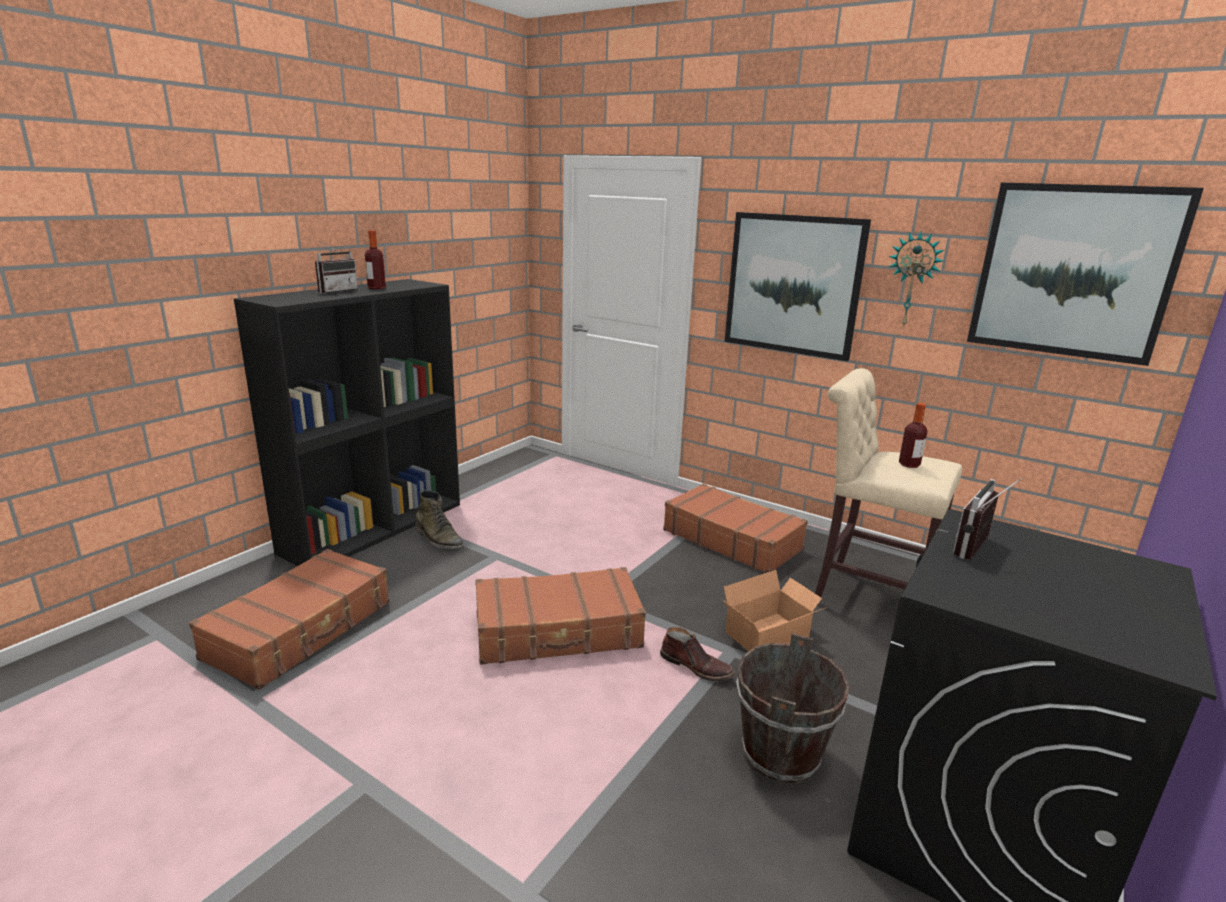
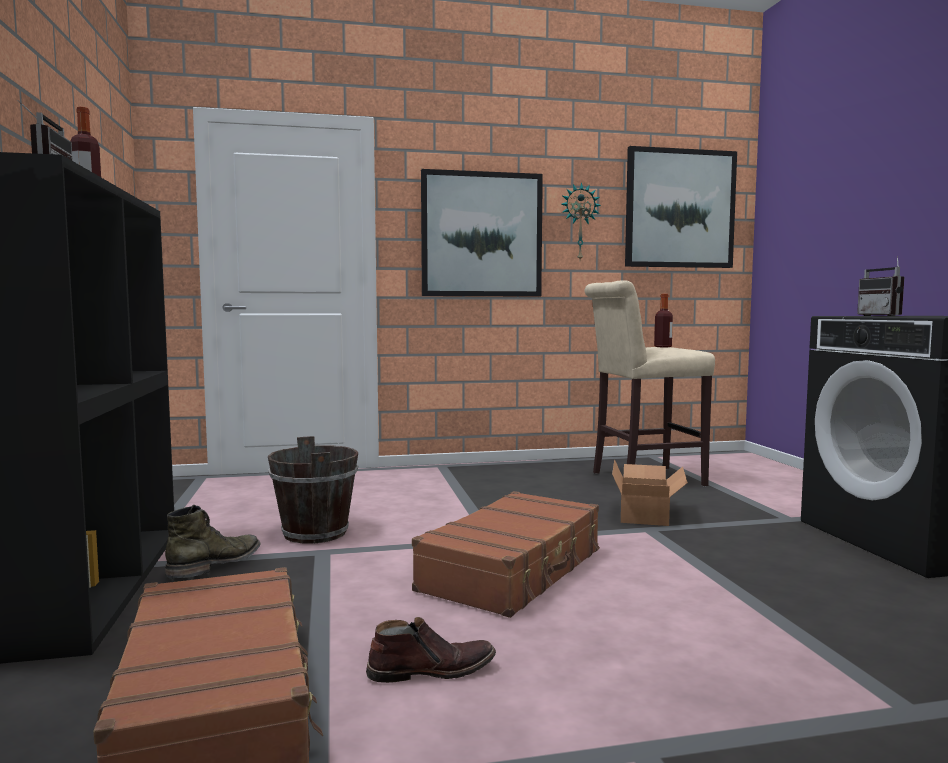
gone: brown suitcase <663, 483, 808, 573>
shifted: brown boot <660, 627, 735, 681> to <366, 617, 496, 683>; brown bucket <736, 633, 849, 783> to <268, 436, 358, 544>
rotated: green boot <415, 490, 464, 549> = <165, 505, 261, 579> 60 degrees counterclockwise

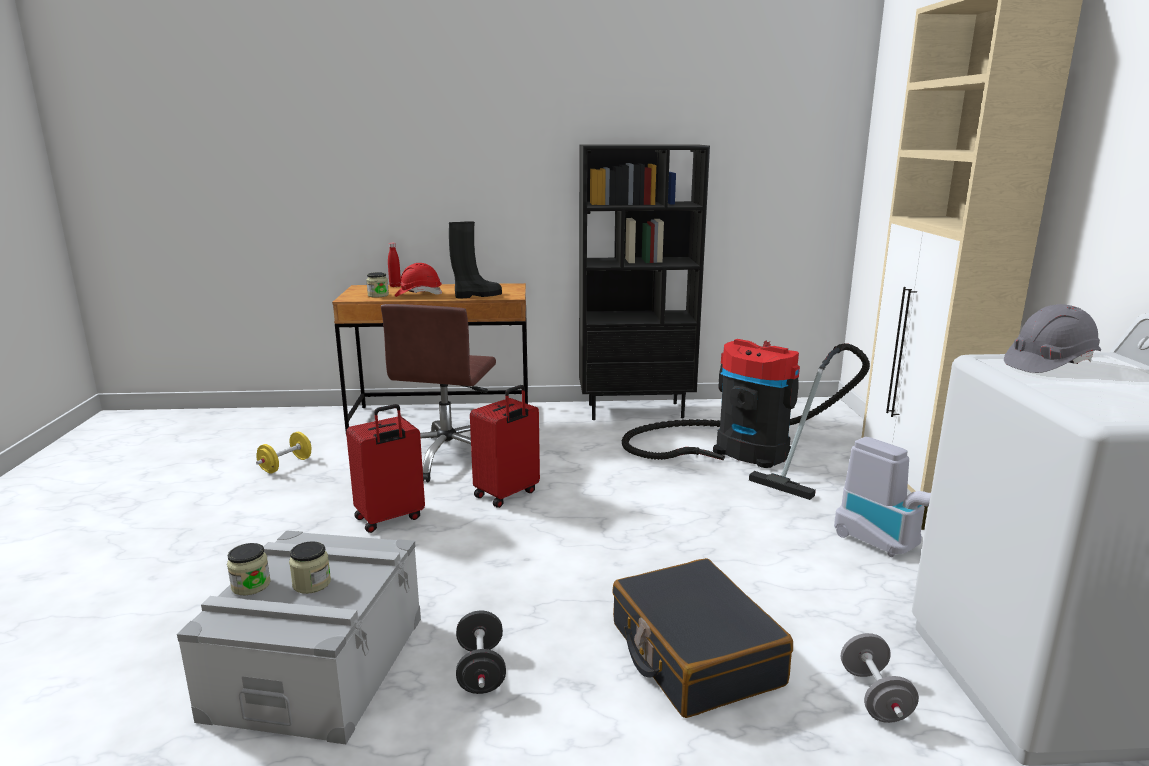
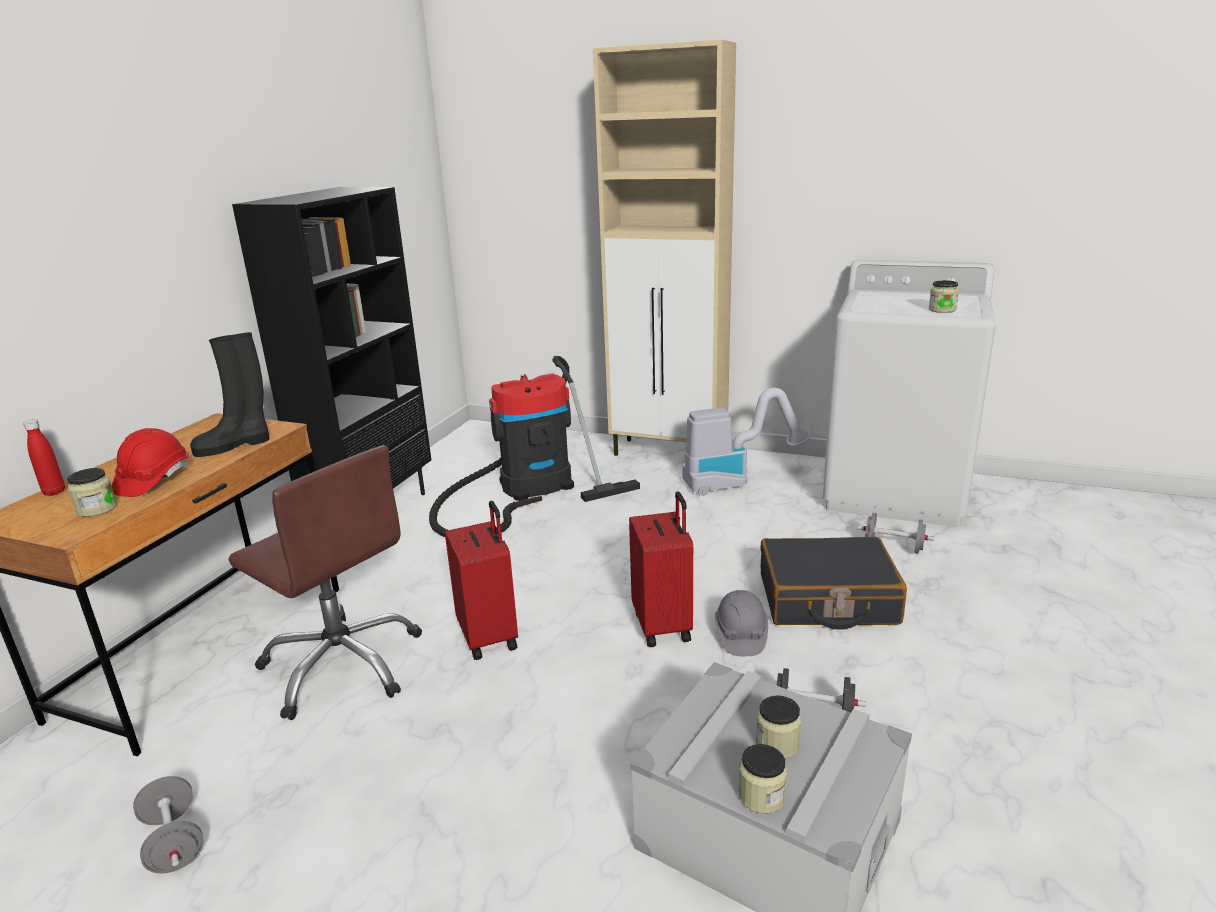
new: jar <929, 280, 959, 313>
shifted: red suitcase <346, 404, 425, 533> to <629, 491, 693, 647>; grey hard hat <1004, 304, 1101, 373> to <715, 590, 768, 656>
repainted: yellow dumbbell <256, 432, 312, 474> to grey dumbbell <133, 776, 204, 874>
rotated: black boot <449, 221, 502, 298> = <190, 332, 269, 457> 120 degrees counterclockwise

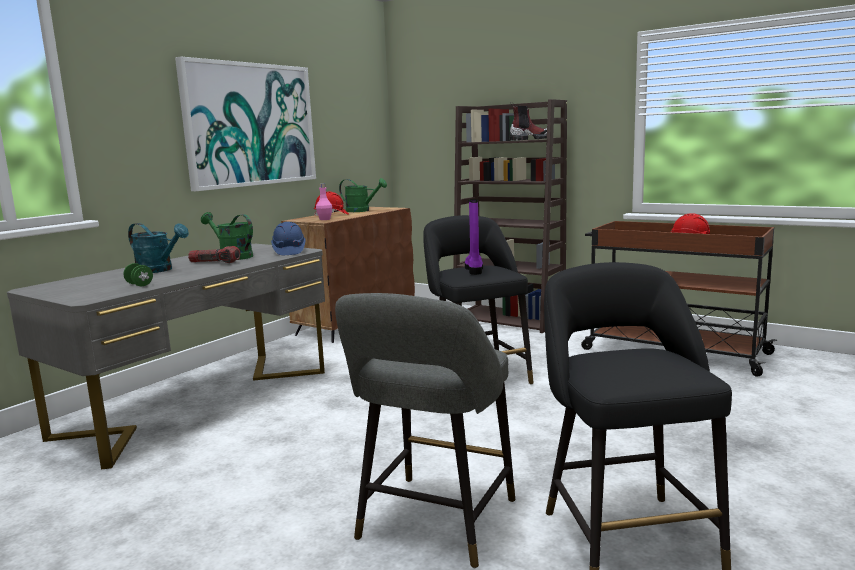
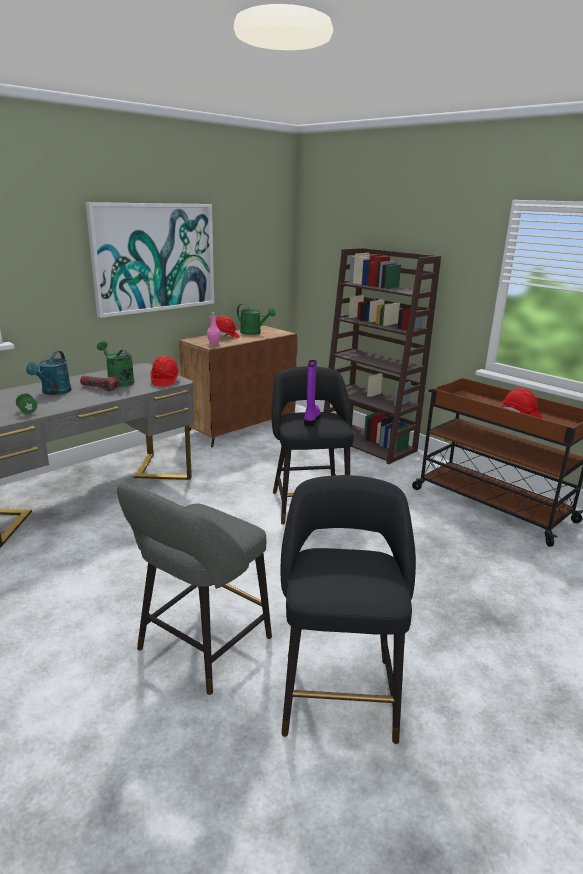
gone: boot <510, 104, 547, 140>
repainted: blue hard hat <271, 222, 306, 255> to red hard hat <150, 356, 180, 386>
rotated: turquoise watering can <128, 223, 189, 273> = <26, 351, 71, 395> 60 degrees clockwise

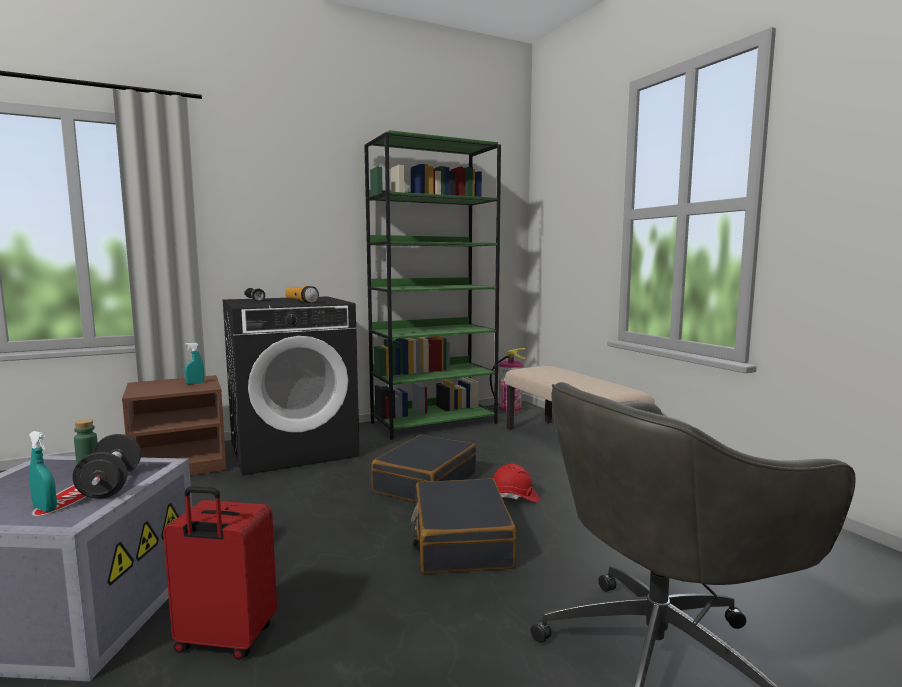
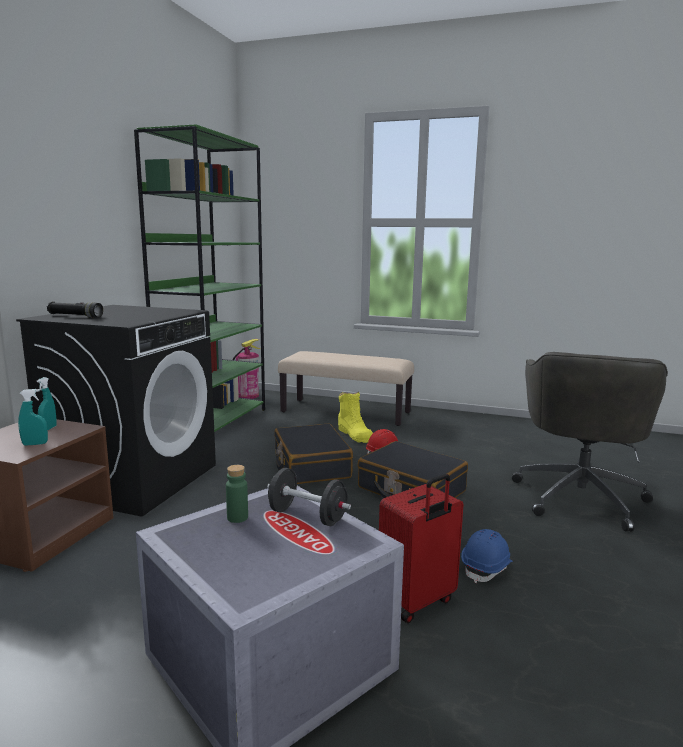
gone: flashlight <285, 286, 319, 303>
new: yellow boot <338, 392, 373, 443>; blue hard hat <461, 529, 513, 583>
shifted: turquoise spray bottle <29, 431, 57, 512> to <18, 389, 48, 446>

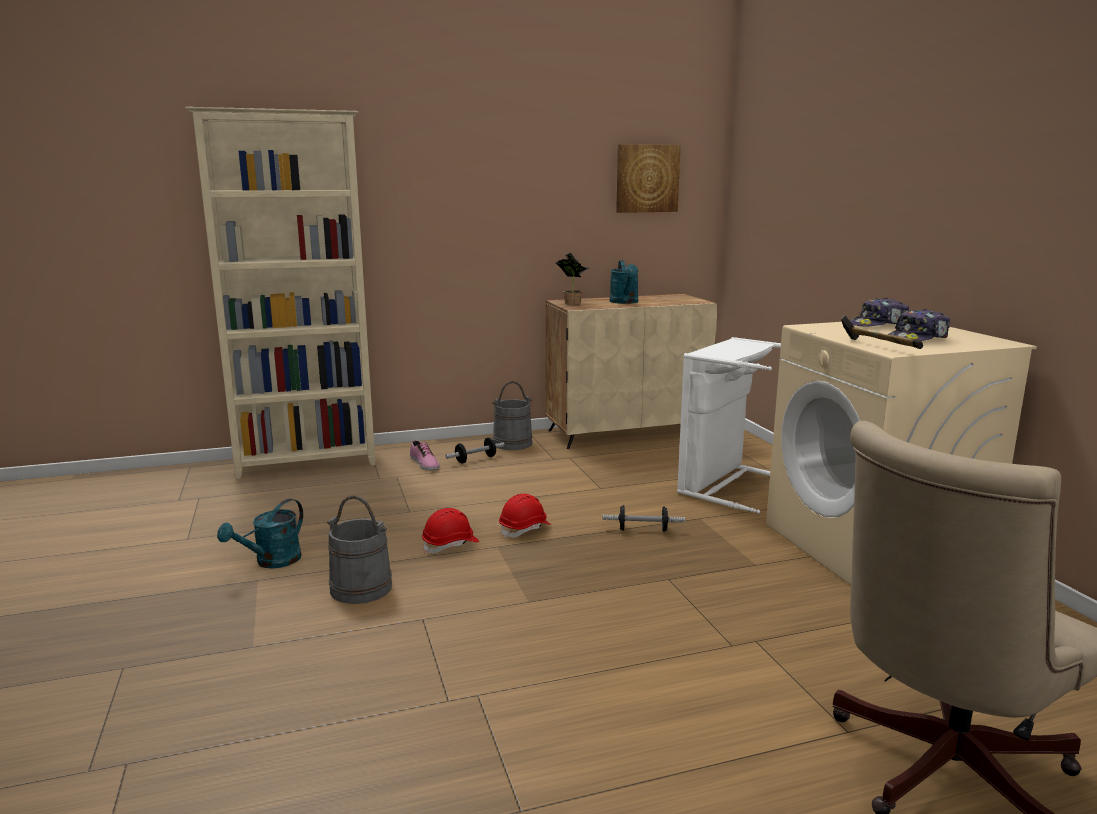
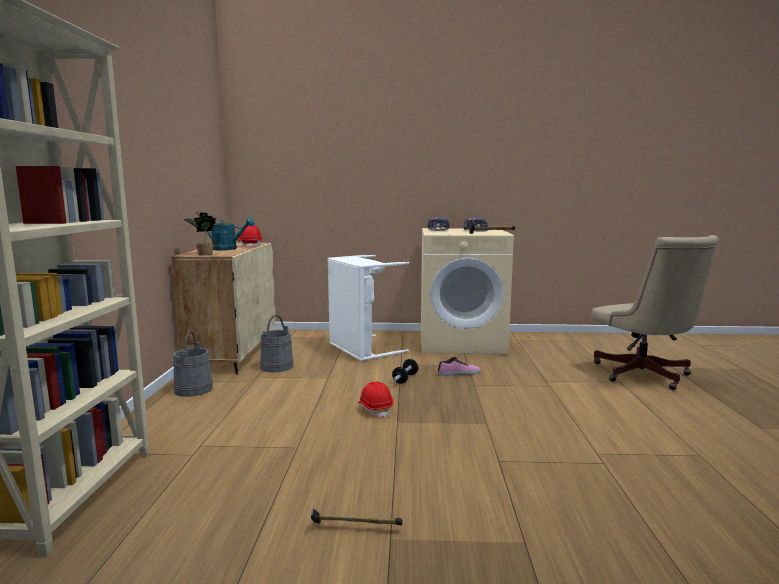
gone: dumbbell <445, 438, 505, 464>; picture <616, 144, 681, 213>
shifted: grey bucket <327, 495, 392, 604> to <260, 315, 293, 372>; shoe <410, 440, 440, 471> to <438, 357, 480, 376>; red hard hat <422, 508, 479, 554> to <238, 225, 263, 248>
swapped: turquoise watering can <217, 499, 303, 568> to hammer <311, 508, 402, 525>

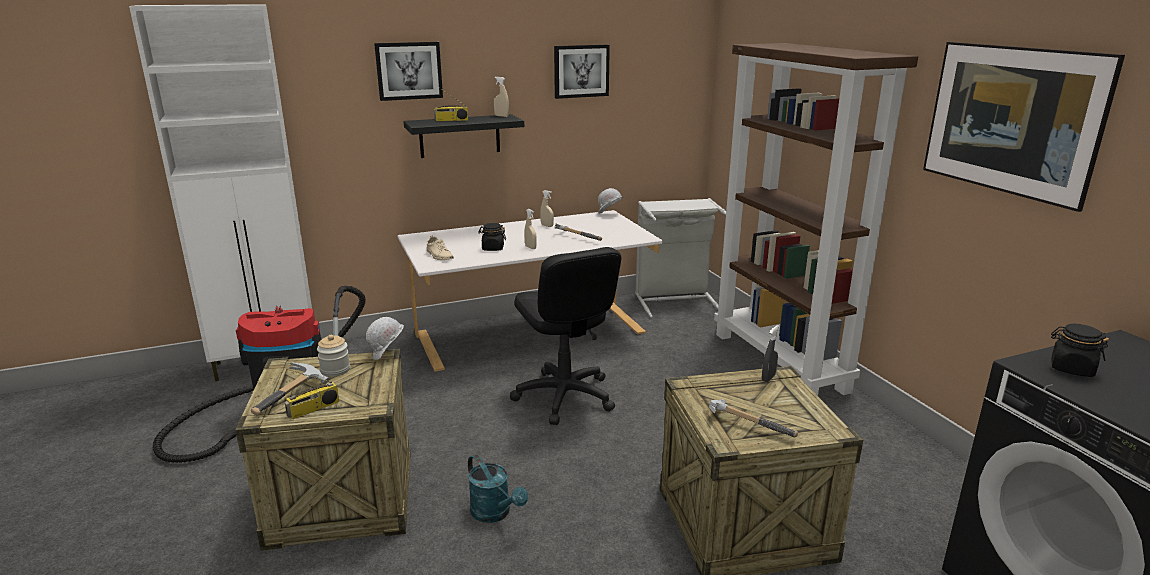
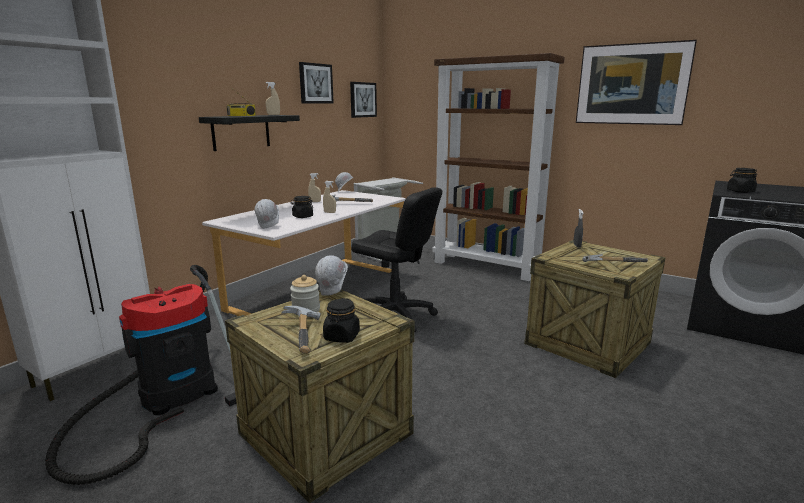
gone: turquoise watering can <468, 455, 528, 523>
shifted: picture <374, 42, 443, 101> to <350, 82, 377, 118>
swapped: radio <284, 370, 339, 419> to black jar <323, 298, 360, 343>; beige shoe <427, 235, 453, 260> to white hard hat <255, 199, 279, 229>

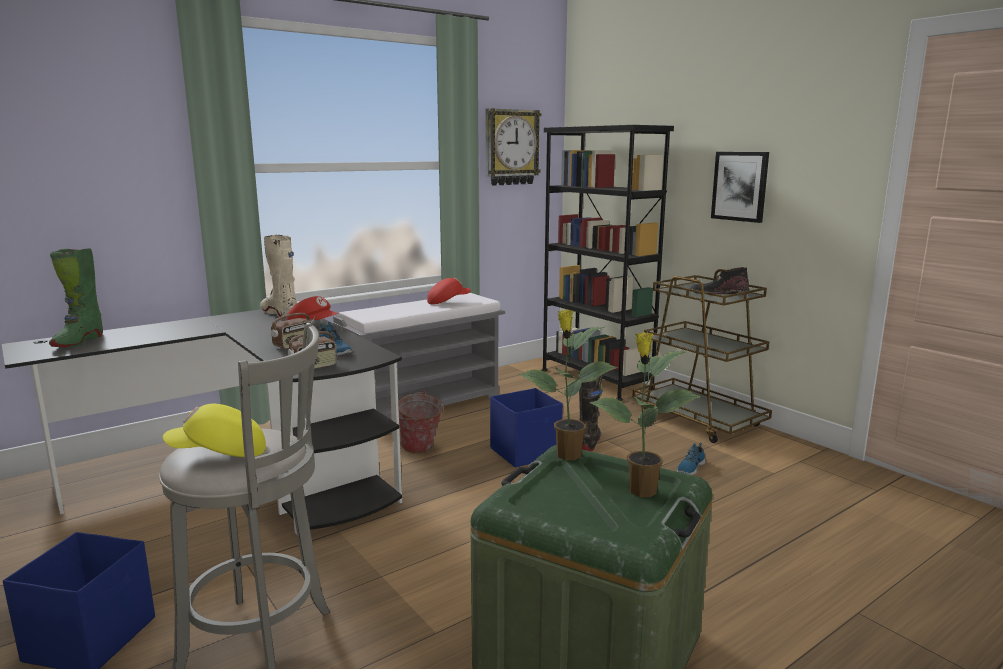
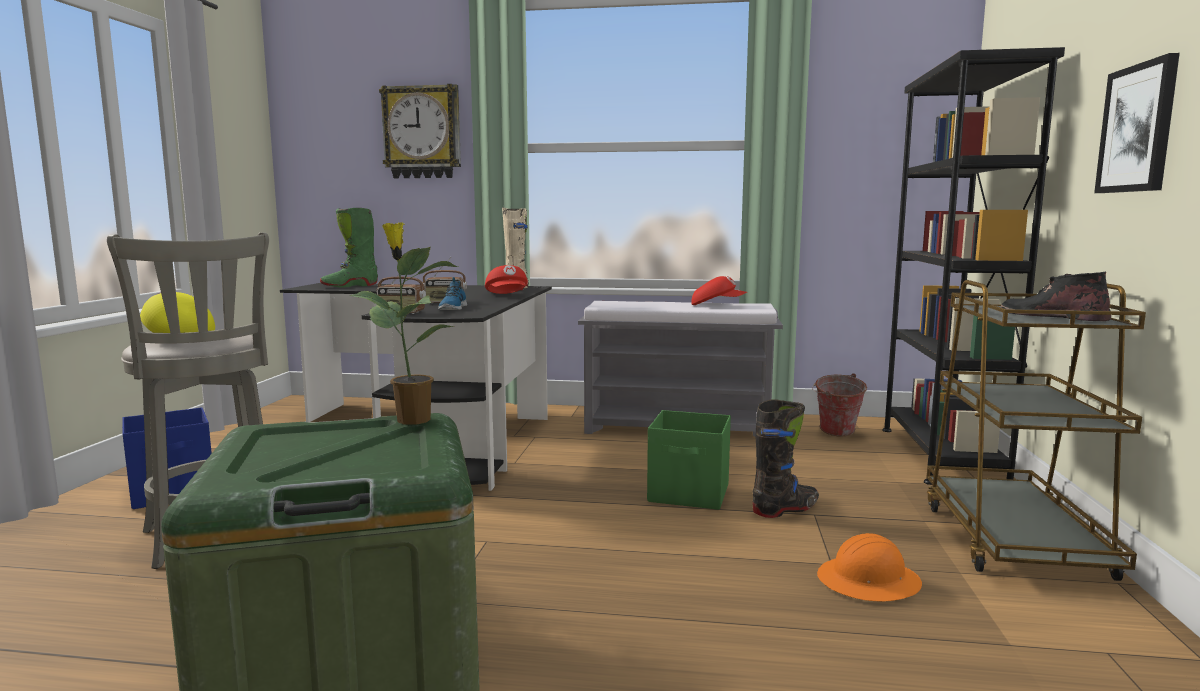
gone: potted plant <589, 332, 701, 497>
shifted: bucket <398, 390, 443, 454> to <812, 373, 867, 437>; wall clock <485, 108, 542, 186> to <379, 84, 461, 178>
swapped: shoe <677, 443, 705, 475> to orange hard hat <817, 533, 922, 601>
repainted: blue storage box <490, 388, 563, 467> to green storage box <647, 410, 731, 510>

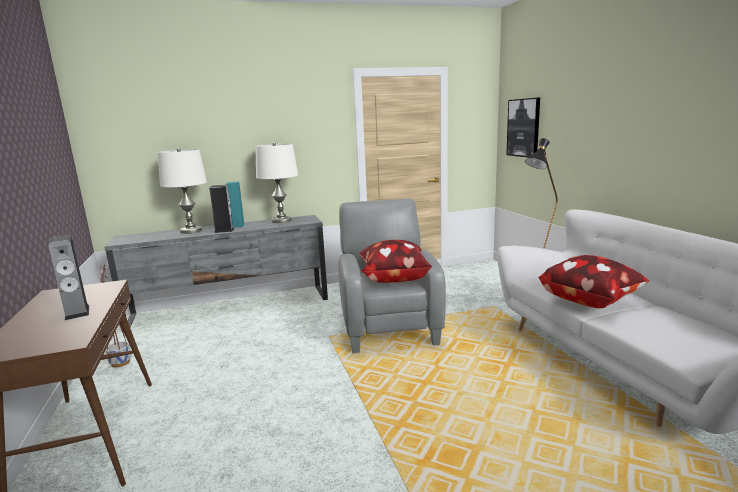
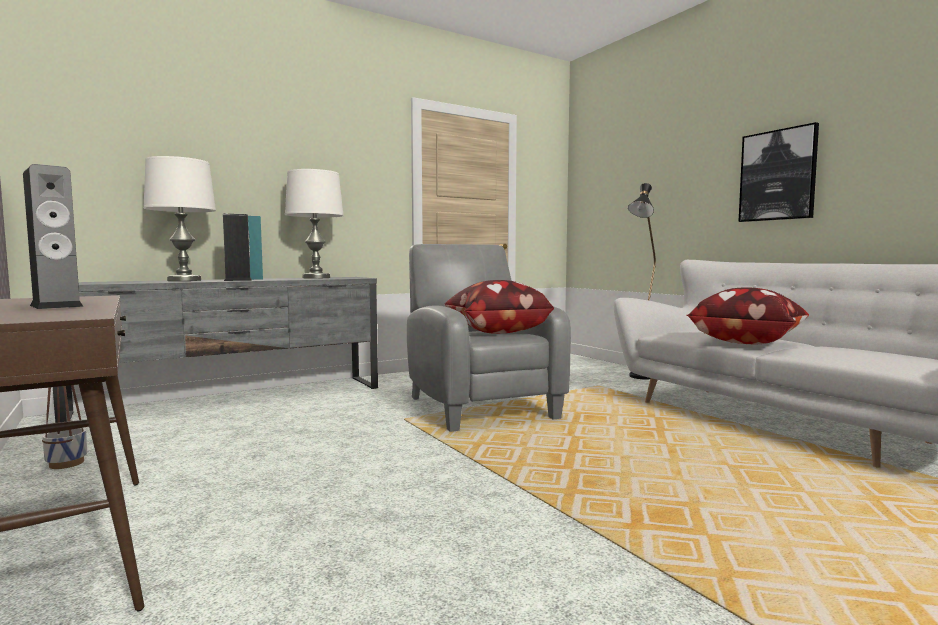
shifted: picture <506, 98, 540, 157> to <738, 122, 819, 222>

